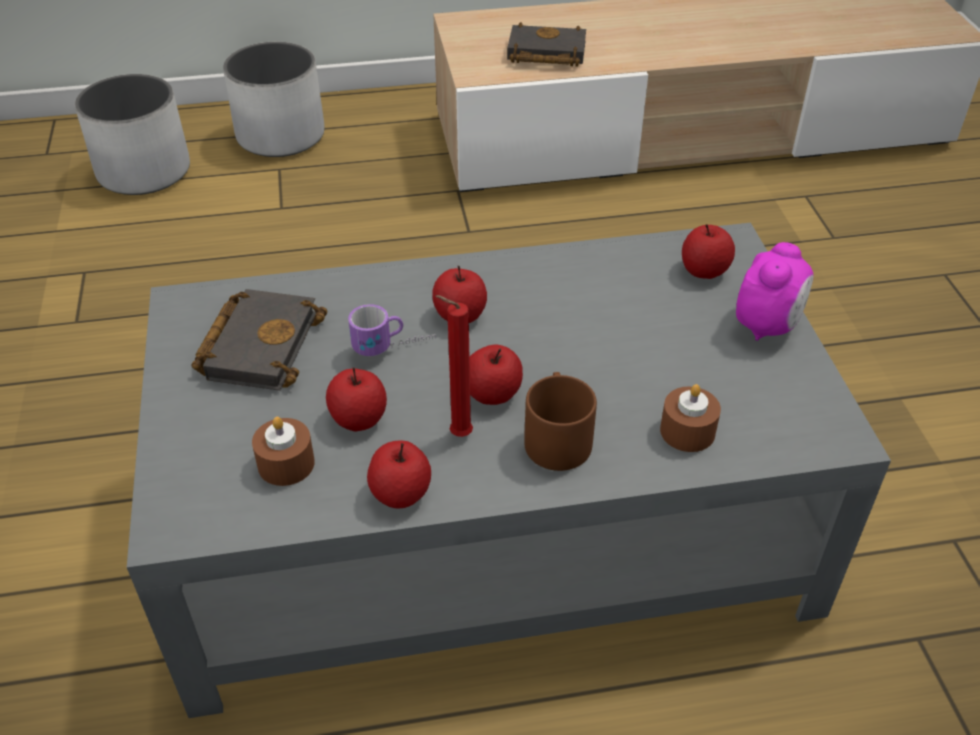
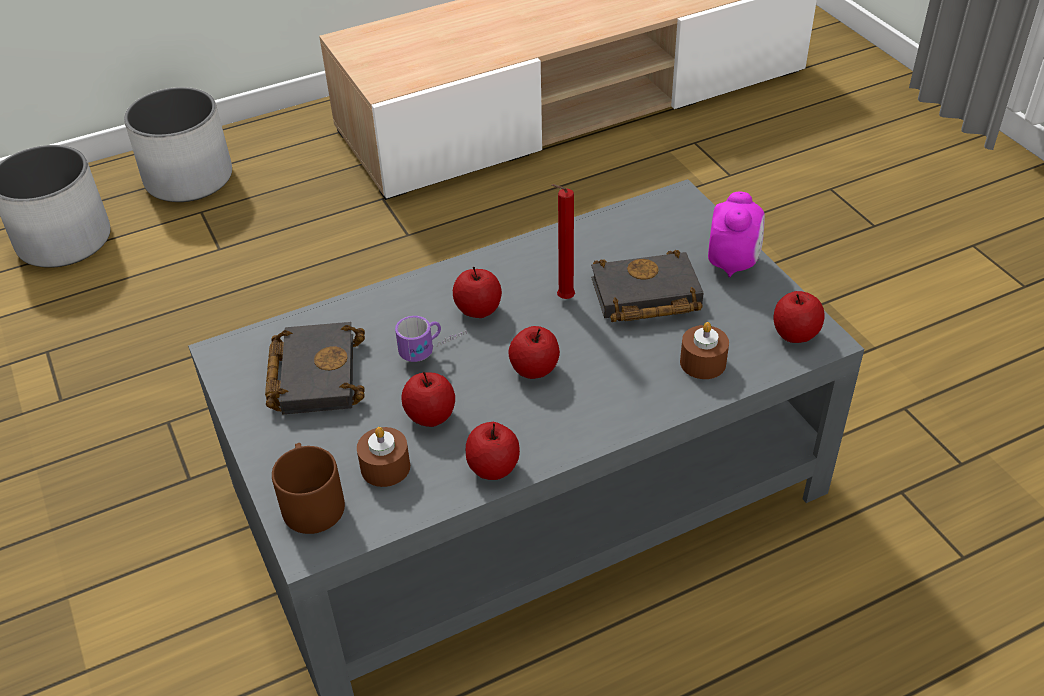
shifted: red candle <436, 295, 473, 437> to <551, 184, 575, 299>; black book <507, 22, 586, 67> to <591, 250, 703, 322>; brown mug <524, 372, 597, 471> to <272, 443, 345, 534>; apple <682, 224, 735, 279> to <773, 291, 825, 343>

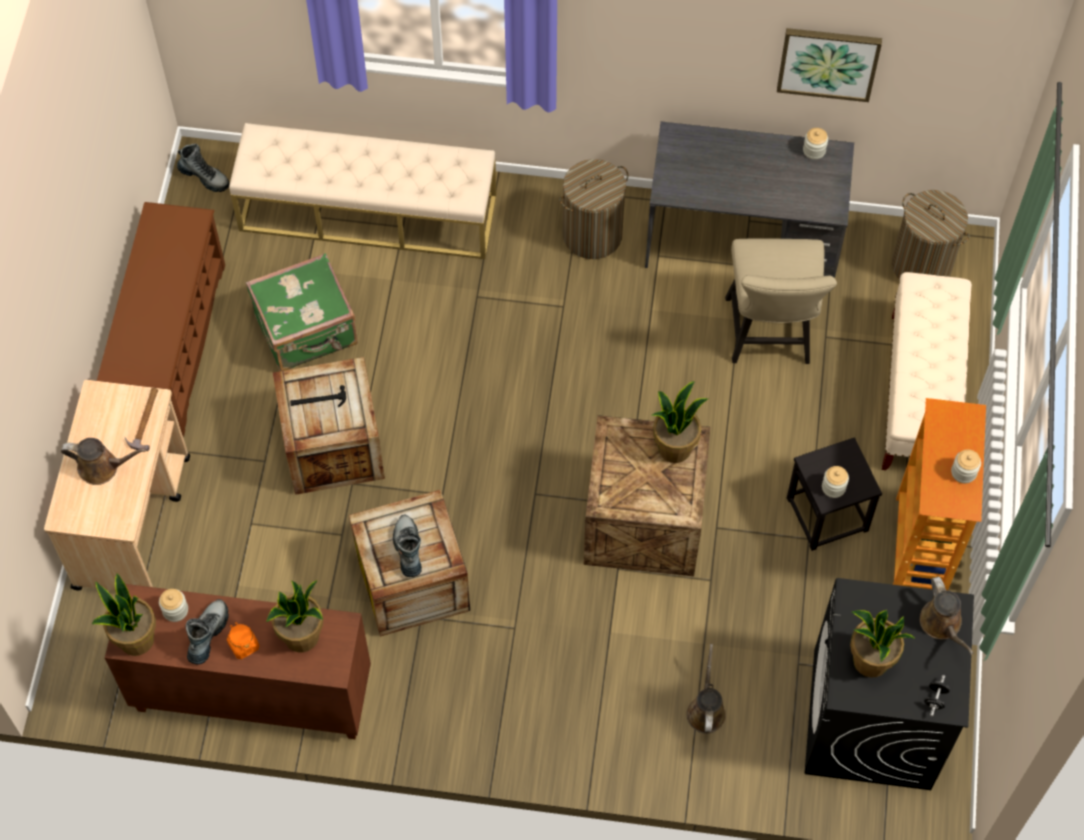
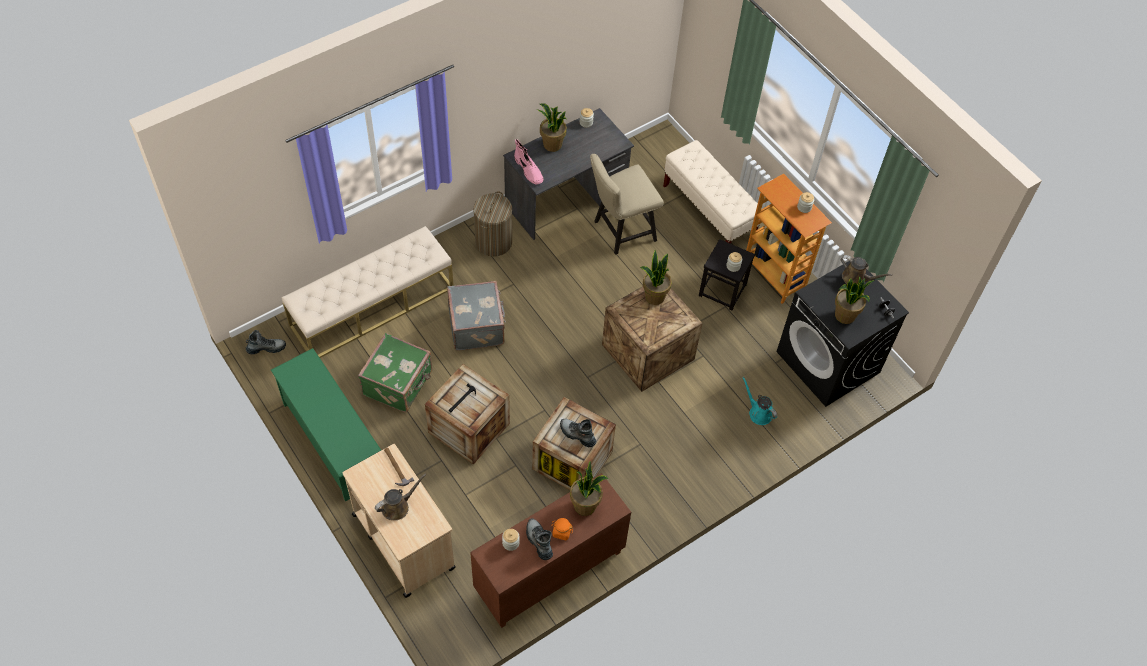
gone: picture <777, 28, 882, 102>; laundry basket <892, 190, 970, 280>
new: grey suitcase <447, 281, 506, 351>; pink boot <514, 139, 544, 185>
shifted: potted plant <92, 574, 156, 656> to <537, 103, 567, 152>
repainted: brown shoe rack <97, 202, 225, 437> to green shoe rack <271, 348, 381, 502>; brown watering can <687, 644, 726, 734> to turquoise watering can <742, 376, 778, 425>
rotated: beige chair <725, 238, 837, 364> = <590, 154, 664, 255> 105 degrees clockwise

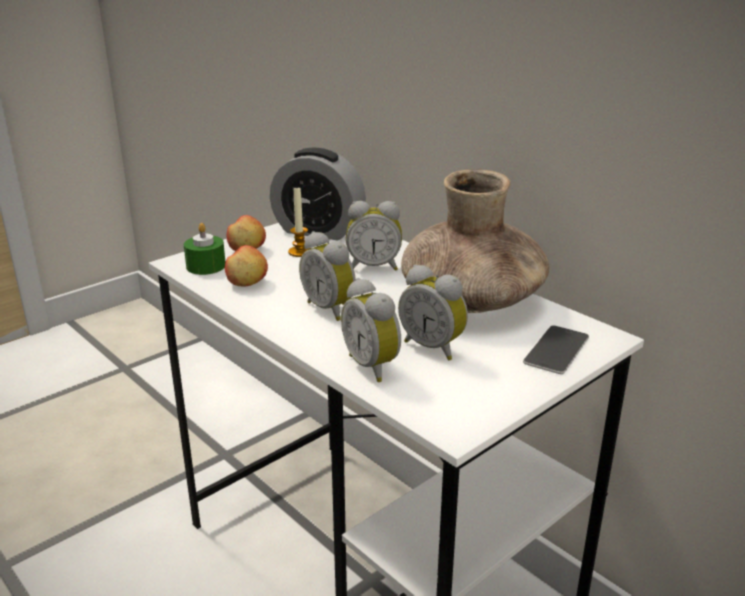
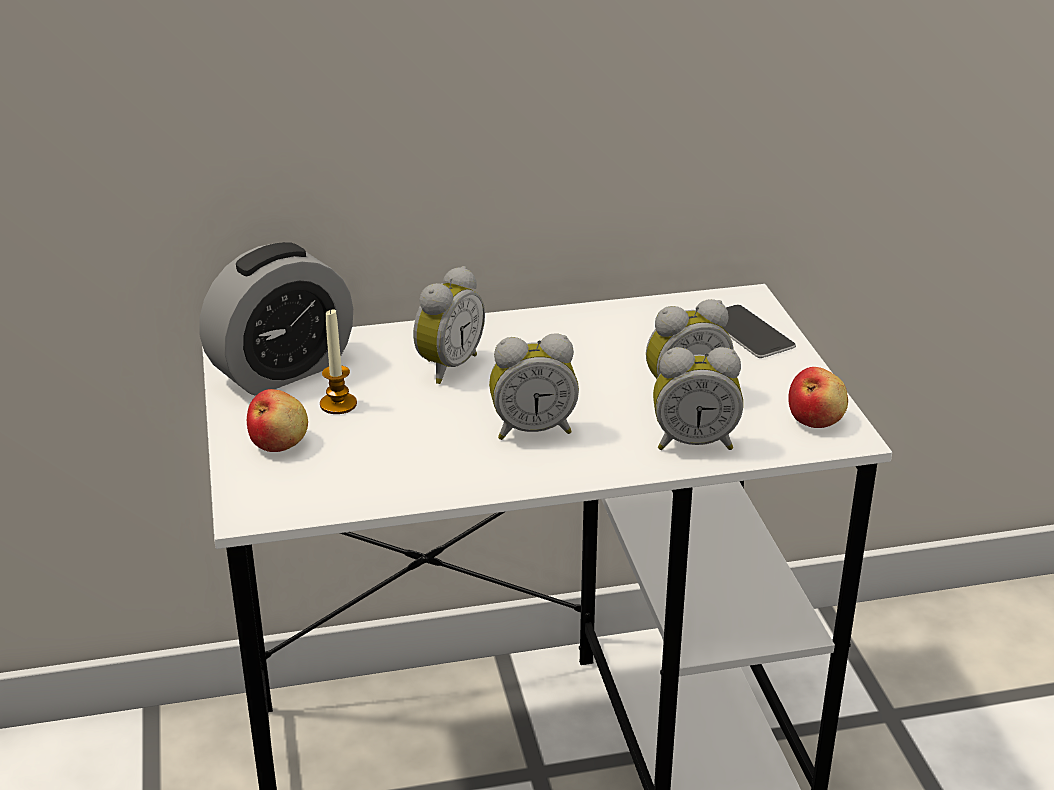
gone: green candle <184, 223, 225, 275>; brown vase <401, 169, 549, 313>
shifted: apple <225, 245, 268, 286> to <788, 367, 848, 428>

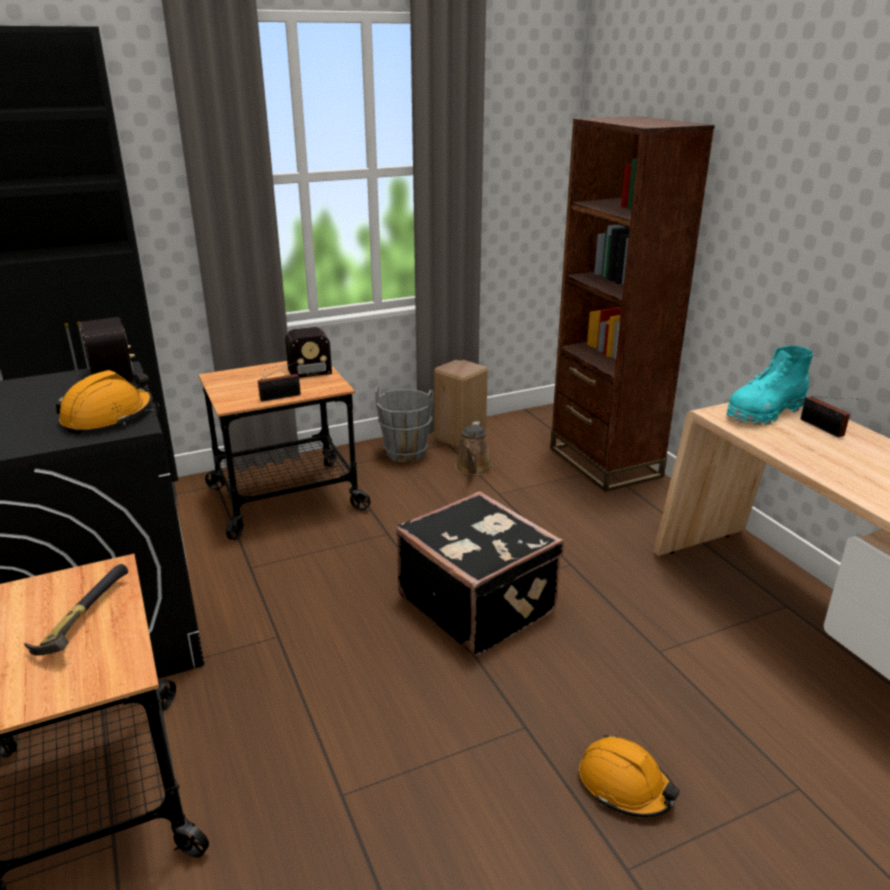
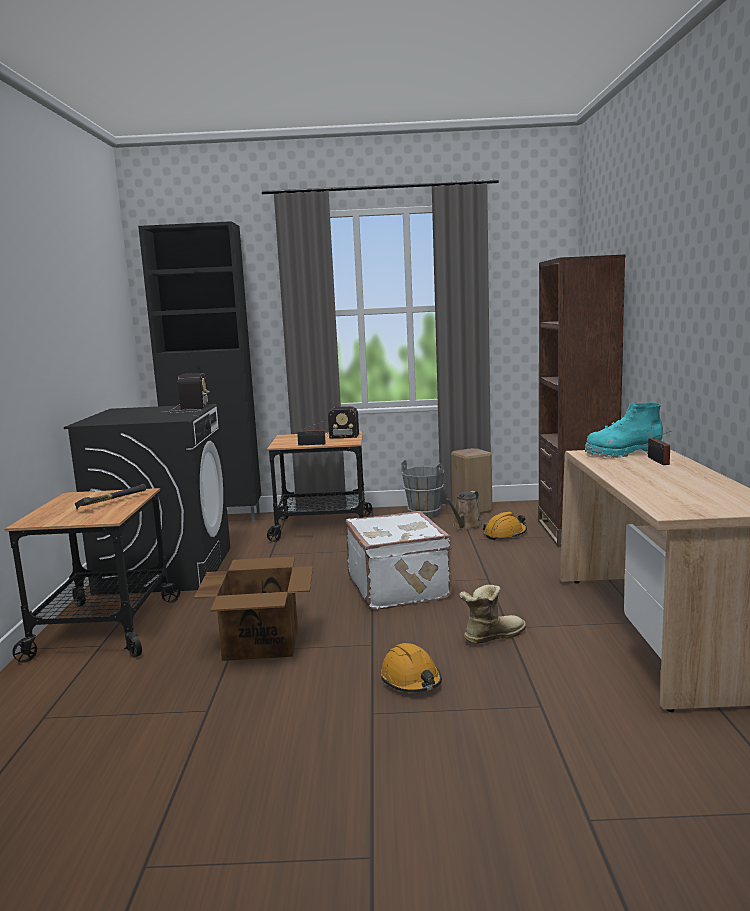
new: cardboard box <194, 556, 313, 661>; boot <459, 585, 526, 644>
shifted: orange hard hat <56, 370, 153, 434> to <483, 512, 527, 540>
repainted: black suitcase <396, 491, 564, 656> to white suitcase <345, 511, 452, 609>

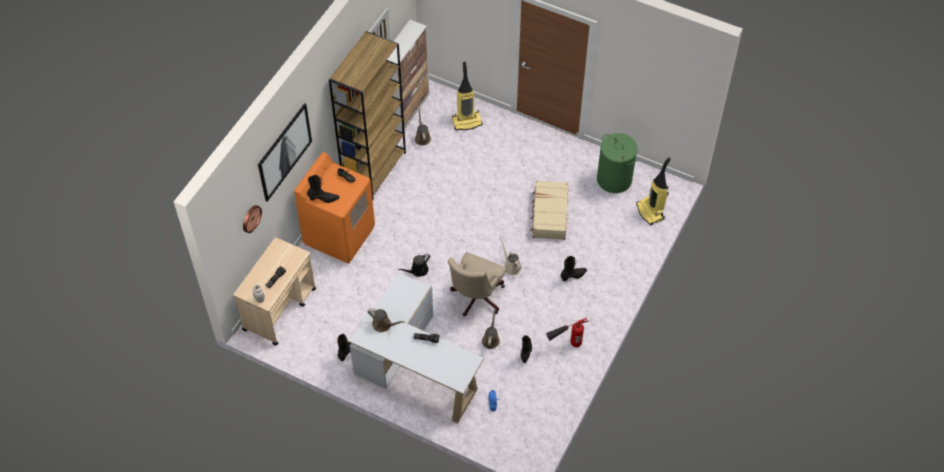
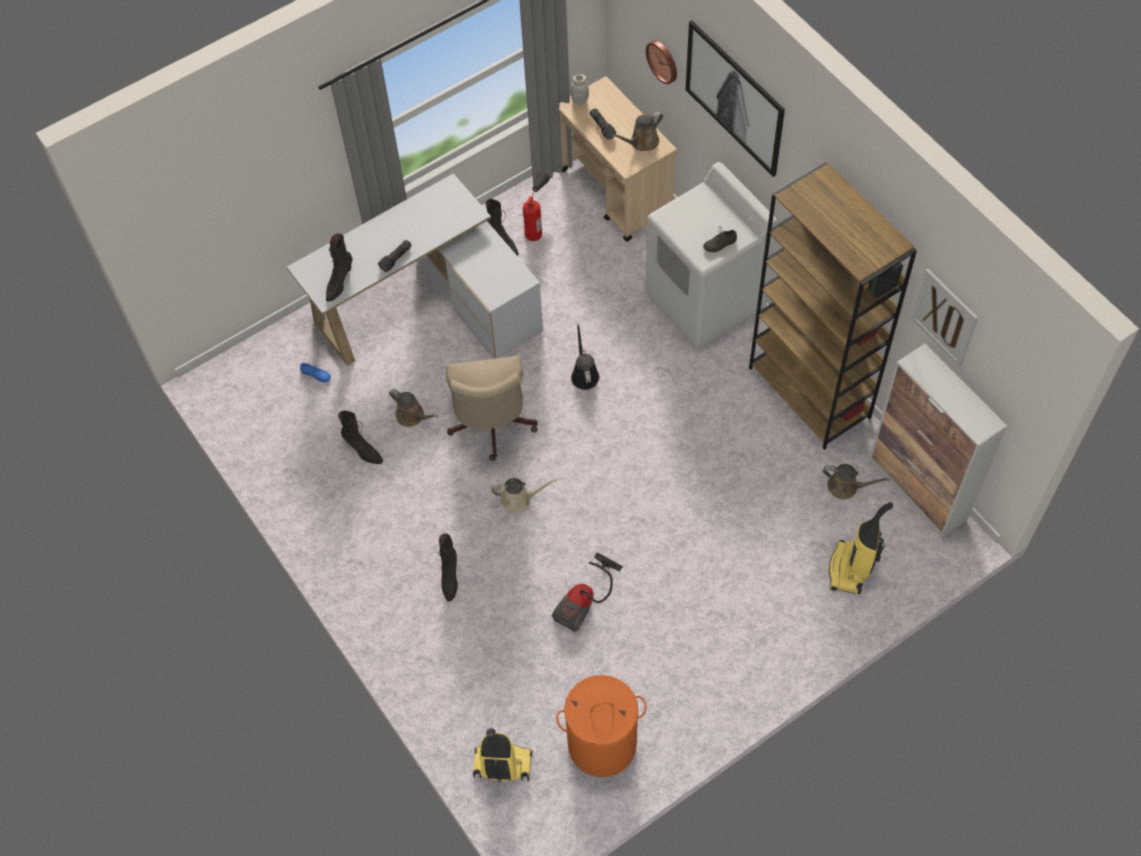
shifted: black boot <307, 175, 340, 203> to <326, 234, 352, 302>; brown watering can <368, 309, 404, 332> to <612, 111, 663, 151>; fire extinguisher <546, 318, 589, 347> to <523, 172, 550, 241>
swapped: beige suitcase <530, 180, 569, 240> to vacuum cleaner <552, 552, 623, 632>
repainted: orange washing machine <294, 152, 375, 264> to white washing machine <646, 162, 777, 350>; green laundry basket <597, 133, 638, 193> to orange laundry basket <556, 675, 646, 777>
rotated: beige office chair <448, 252, 507, 316> = <446, 355, 538, 461> 150 degrees counterclockwise

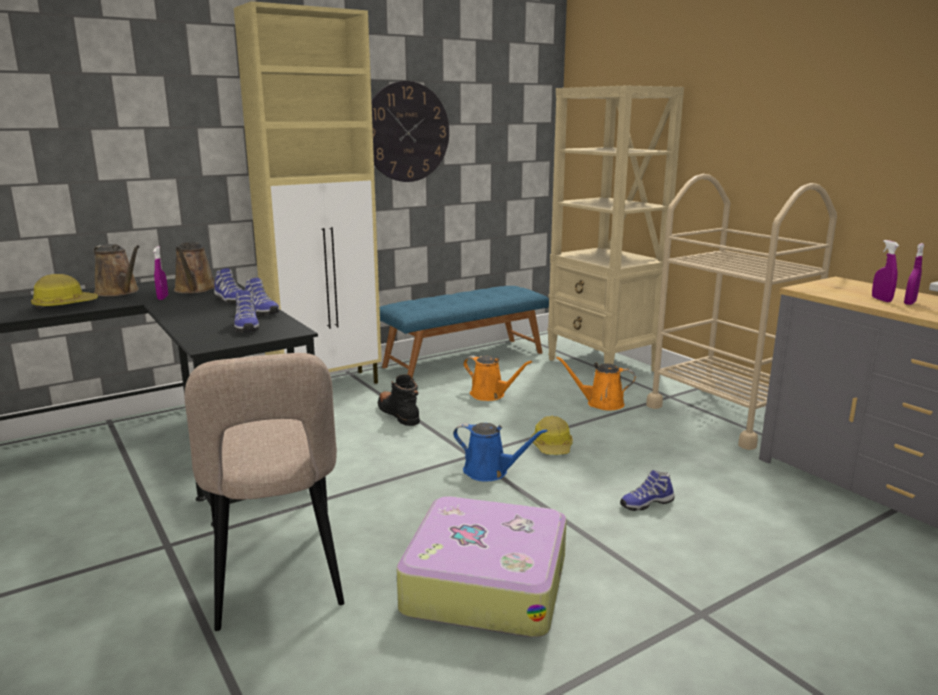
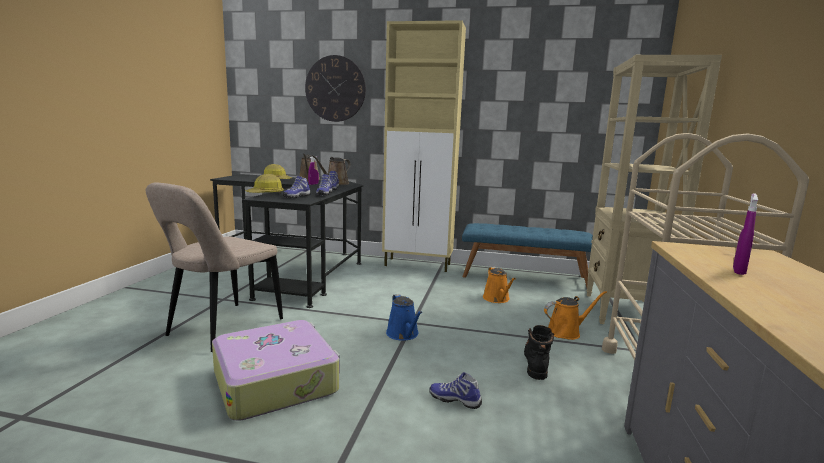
gone: purple spray bottle <904, 243, 924, 305>
shifted: wall clock <371, 81, 449, 182> to <305, 55, 366, 122>; black boot <378, 375, 420, 426> to <524, 325, 554, 380>; hard hat <531, 416, 573, 455> to <245, 174, 284, 194>
rotated: orange watering can <556, 357, 636, 410> = <544, 291, 607, 340> 105 degrees clockwise

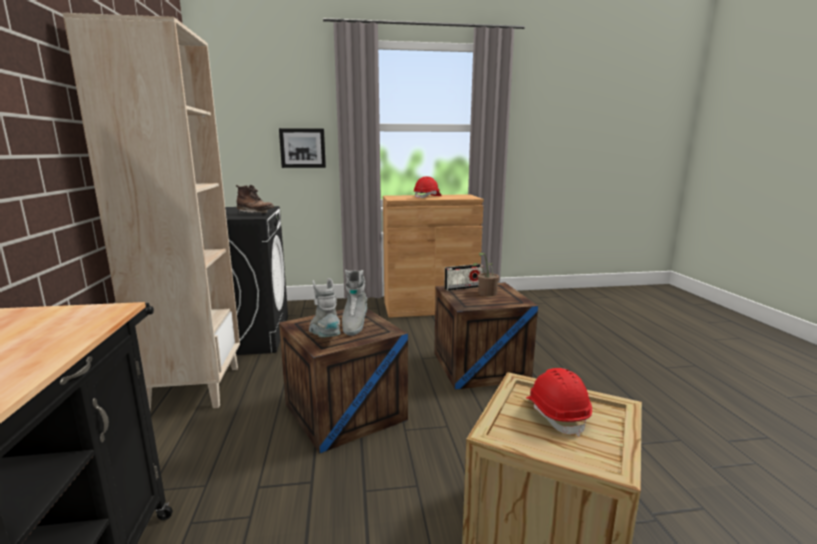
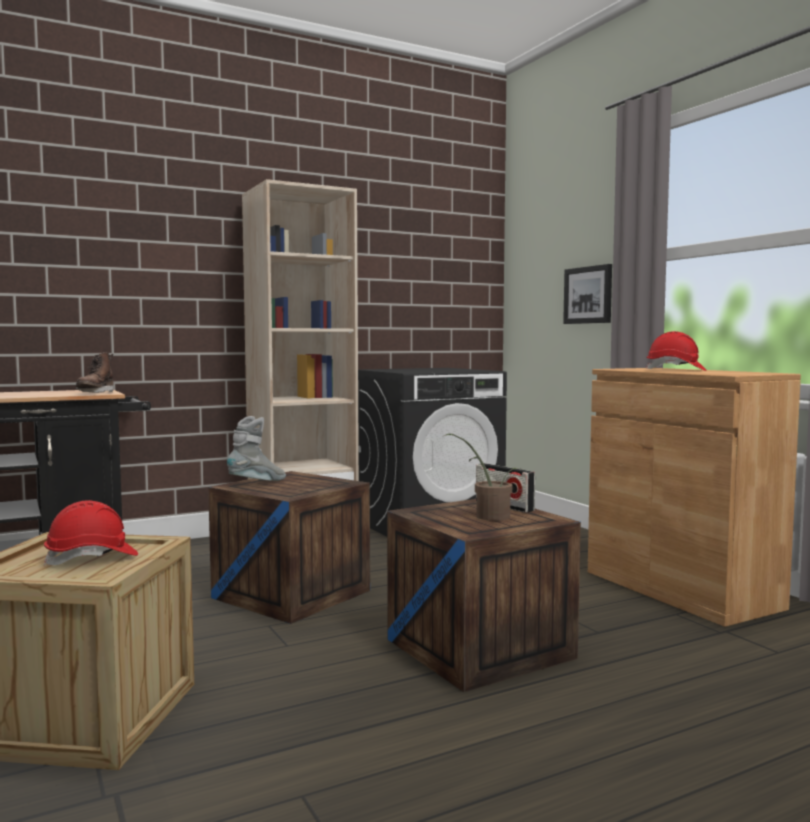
gone: grey boot <342, 270, 368, 336>
shifted: brown boot <236, 185, 274, 214> to <75, 352, 114, 393>

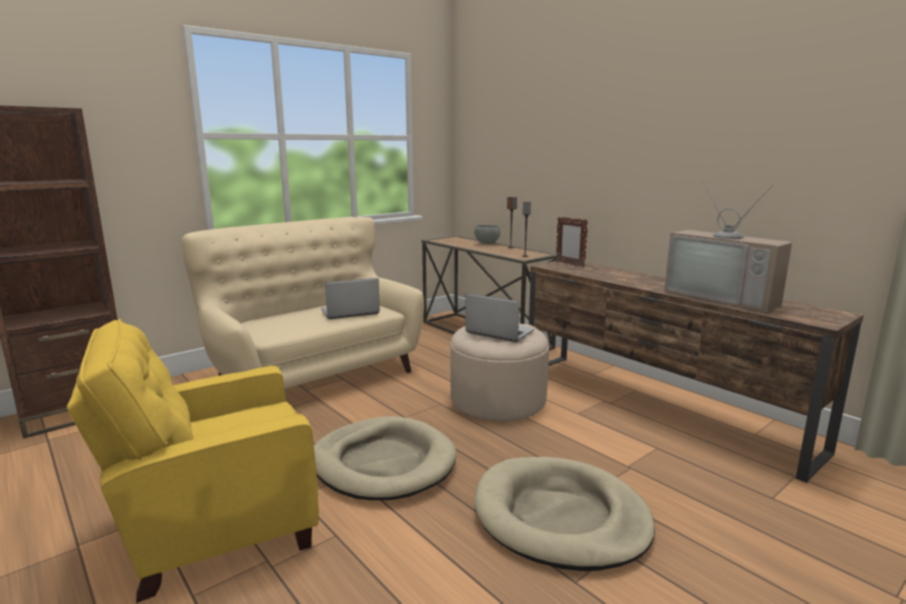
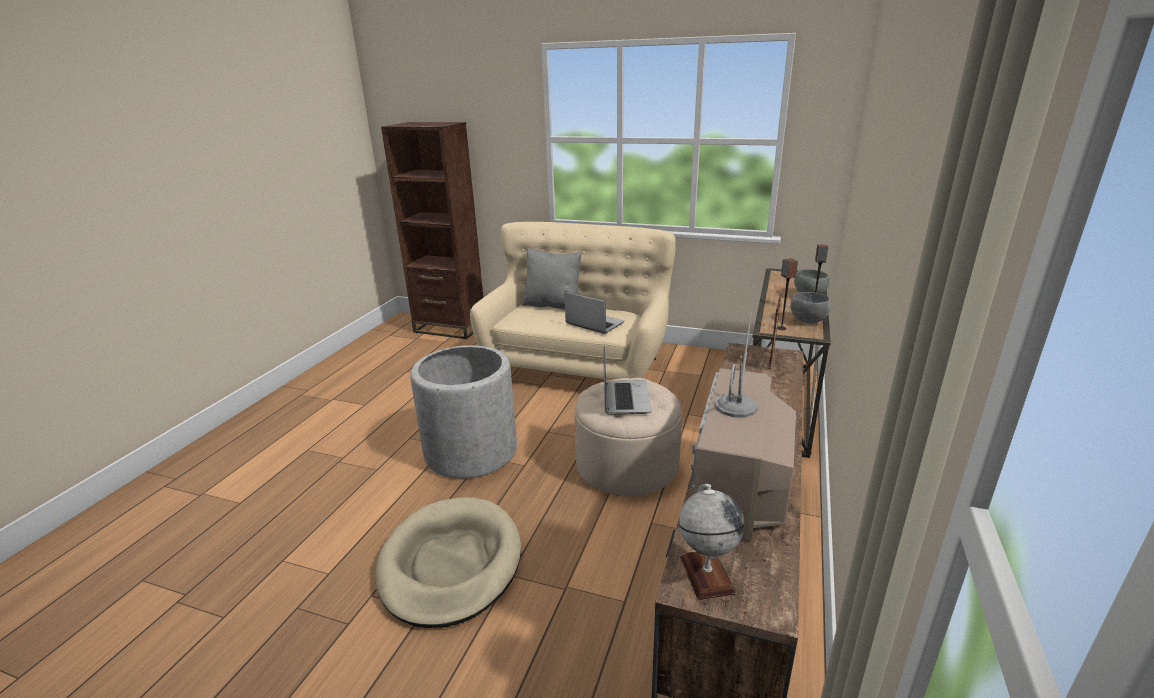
gone: yellow armchair <67, 319, 319, 603>
new: grey pillow <522, 248, 581, 310>; globe <679, 484, 744, 600>; grey bowl <790, 292, 831, 323>
swapped: beige dog bed <314, 416, 457, 500> to grey planter <410, 345, 517, 479>

